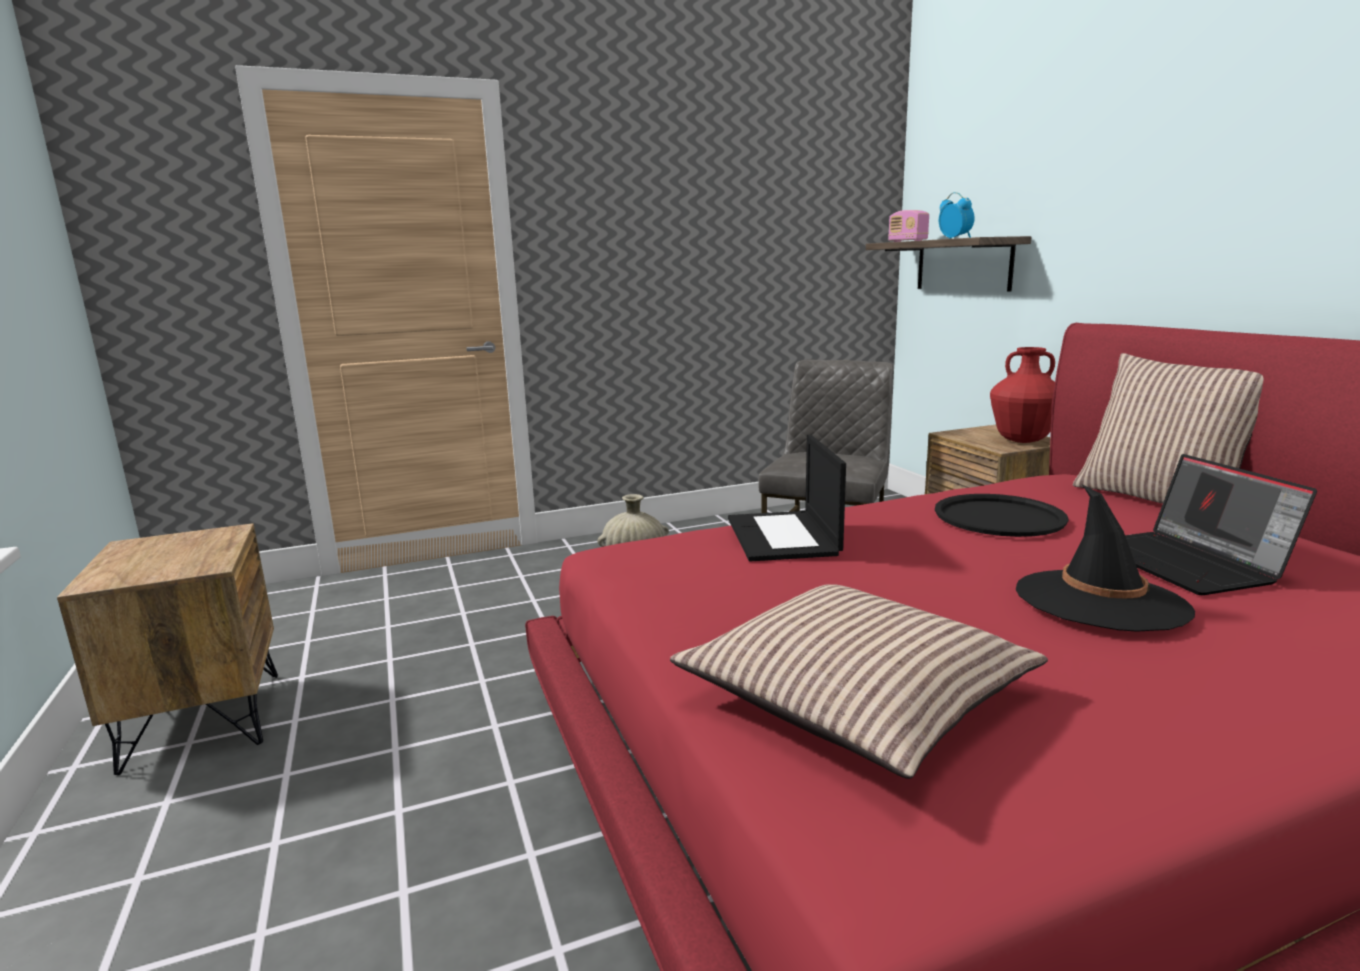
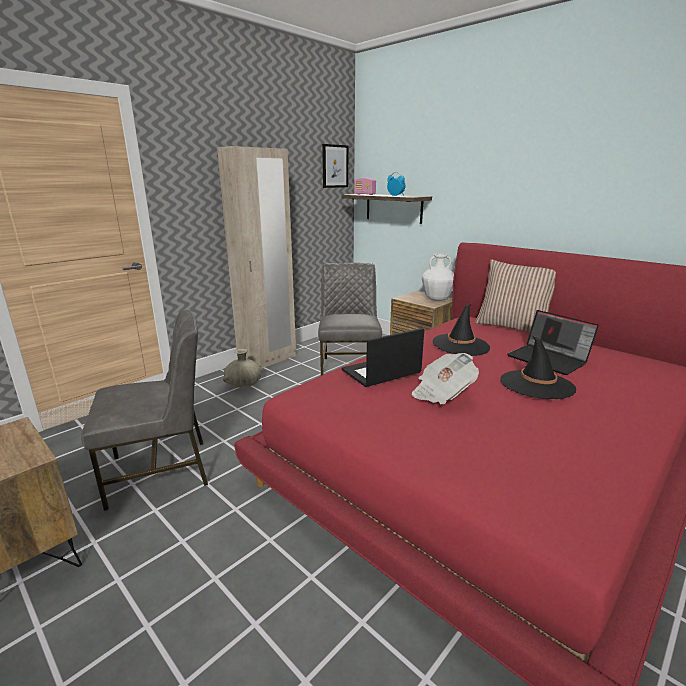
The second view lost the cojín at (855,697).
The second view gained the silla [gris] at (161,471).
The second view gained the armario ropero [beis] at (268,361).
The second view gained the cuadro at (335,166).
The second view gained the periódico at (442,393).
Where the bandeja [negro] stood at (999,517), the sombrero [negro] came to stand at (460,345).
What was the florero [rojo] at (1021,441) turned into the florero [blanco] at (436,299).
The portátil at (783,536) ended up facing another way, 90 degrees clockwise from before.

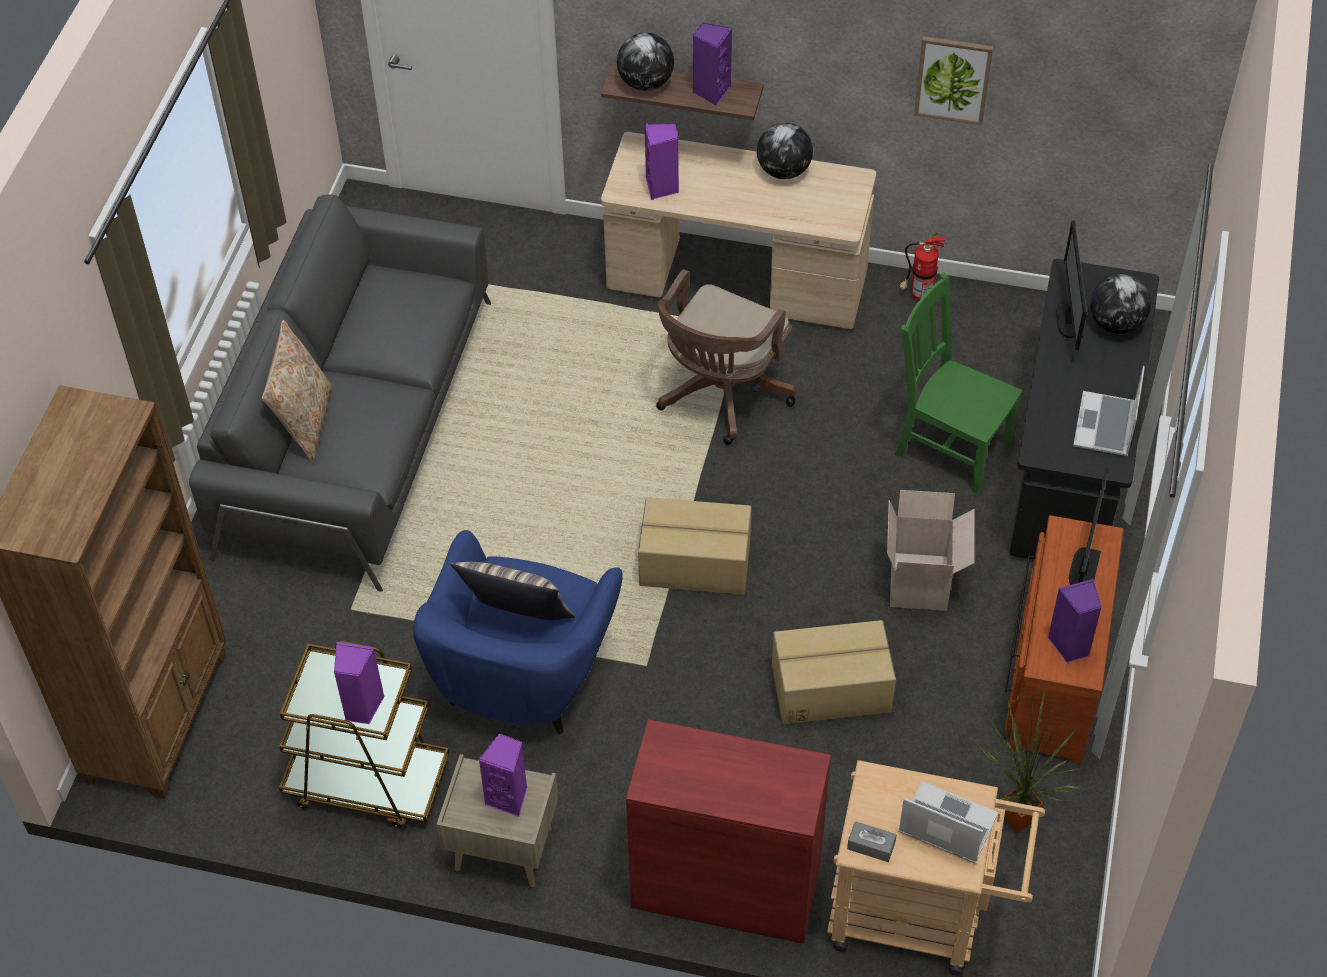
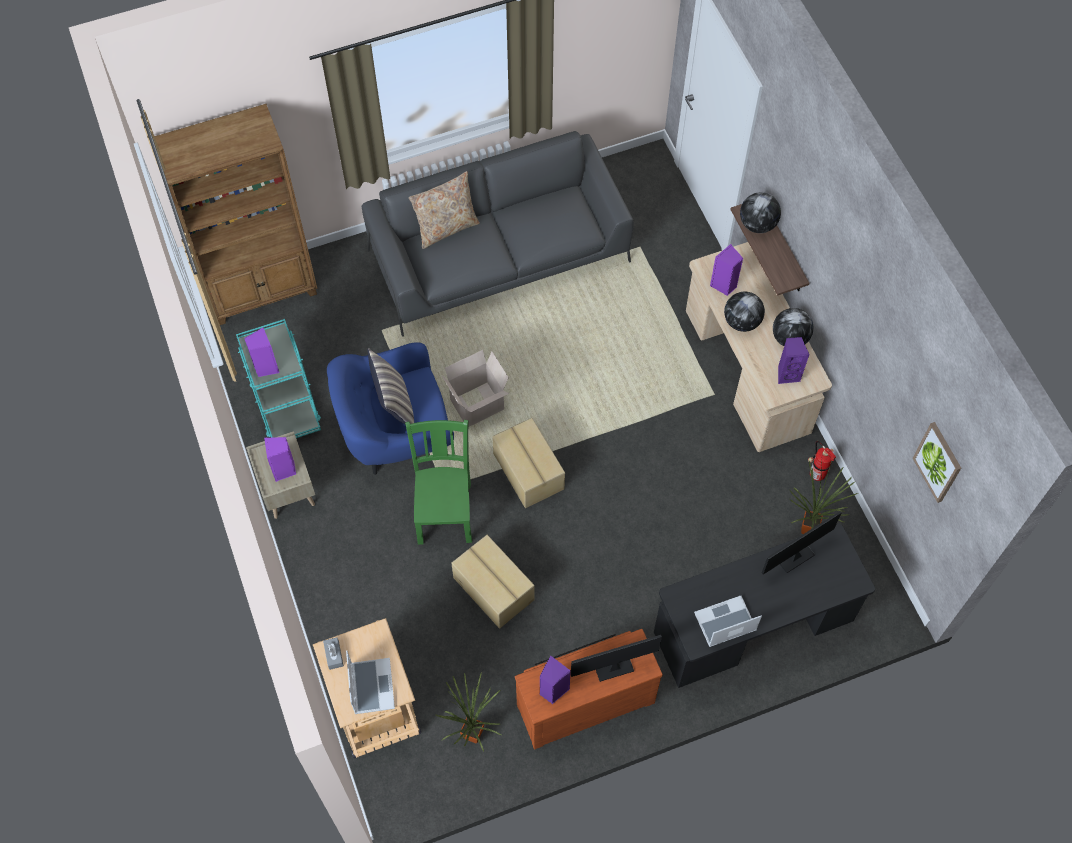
The second view lost the armario [rojo] at (726,887).
The second view lost the silla de oficina [marrón] at (720,396).
The second view gained the planta en maceta at (809,527).
The altavoz [morado] ended up elsewhere, having gone from (711,91) to (787,374).
The caja de cartón ended up elsewhere, having gone from (921,583) to (477,406).
The silla [verde] ended up elsewhere, having gone from (949,446) to (445,511).
The cuadro ended up elsewhere, having gone from (953,79) to (938,462).
The globo terráqueo ended up elsewhere, having gone from (1115,323) to (742,322).
What was the carrito [marrón] at (366,781) turned into the carrito [turquesa] at (286,404).

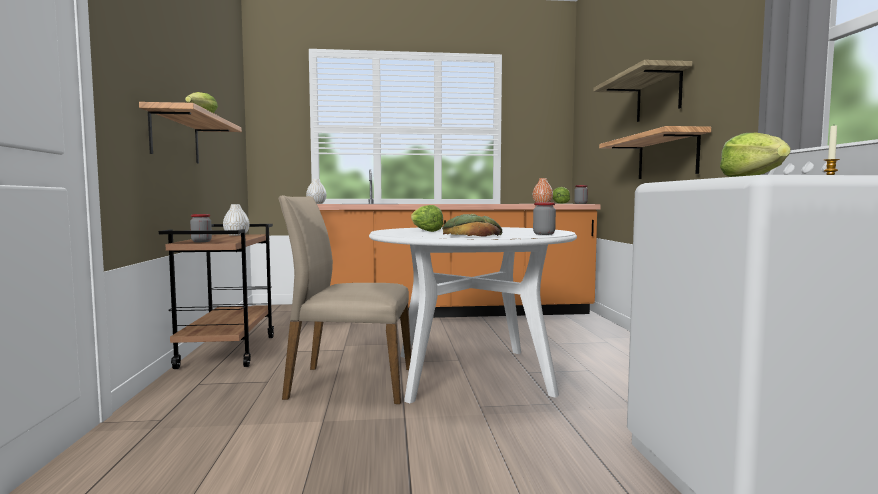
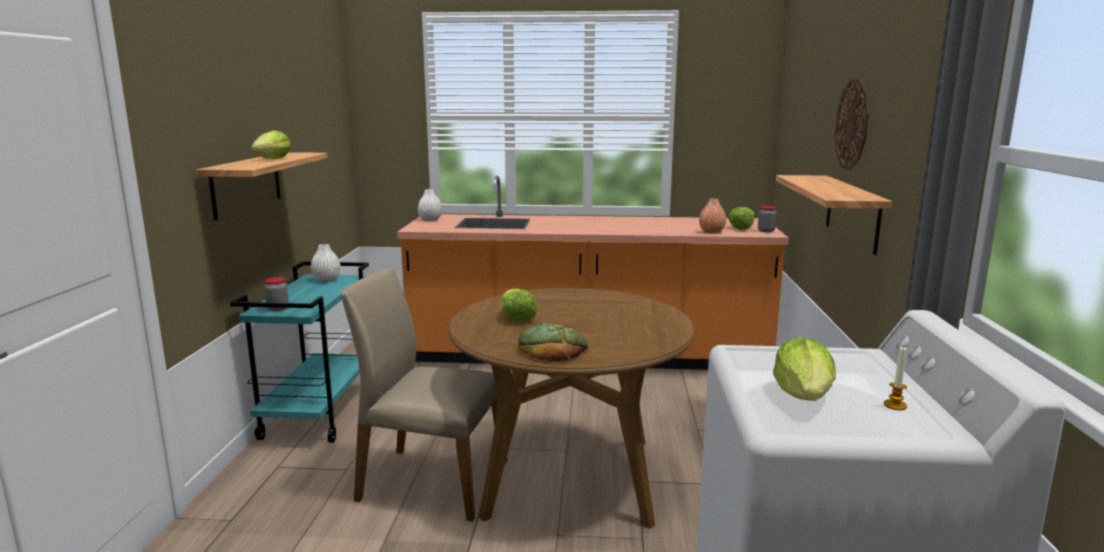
The second view lost the tarro at (544,234).
Where the estante hung at (658,95), the reloj de pared came to hang at (852,124).
What was the carrito [marrón] at (227,351) turned into the carrito [turquesa] at (319,413).
What was the mesa de comedor [blanco] at (470,373) turned into the mesa de comedor [marrón] at (570,476).

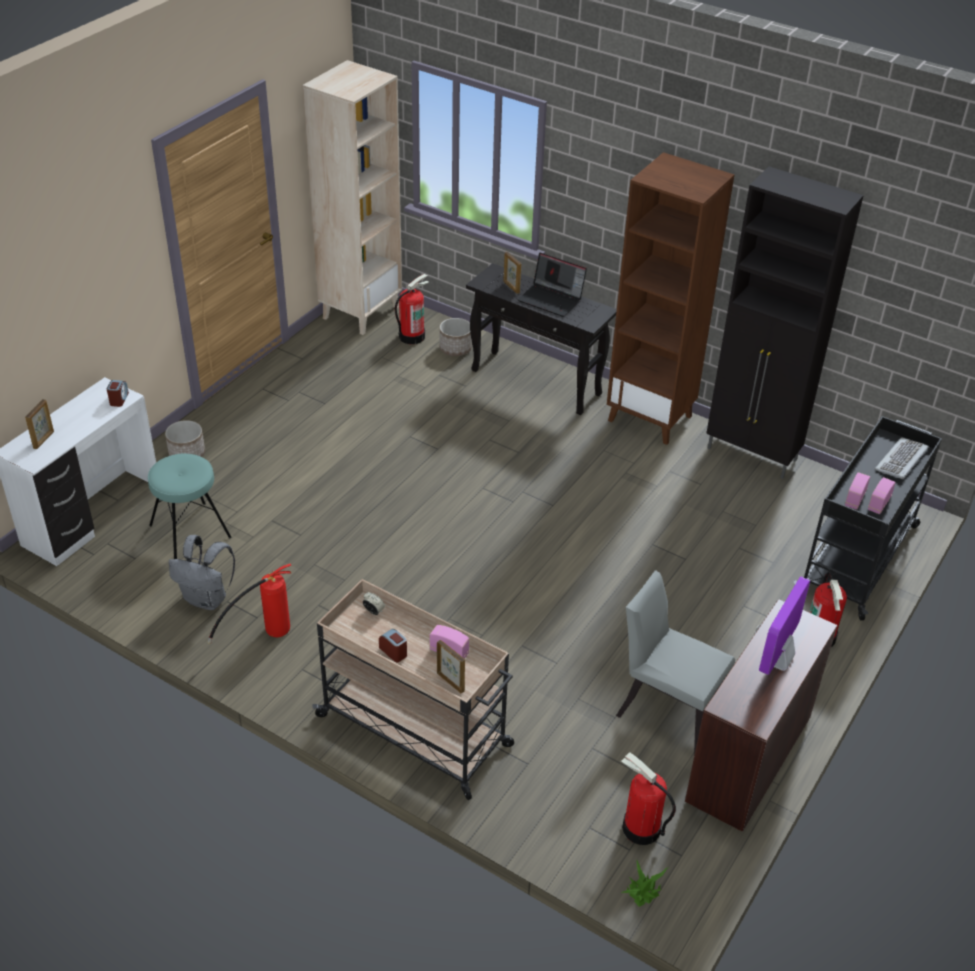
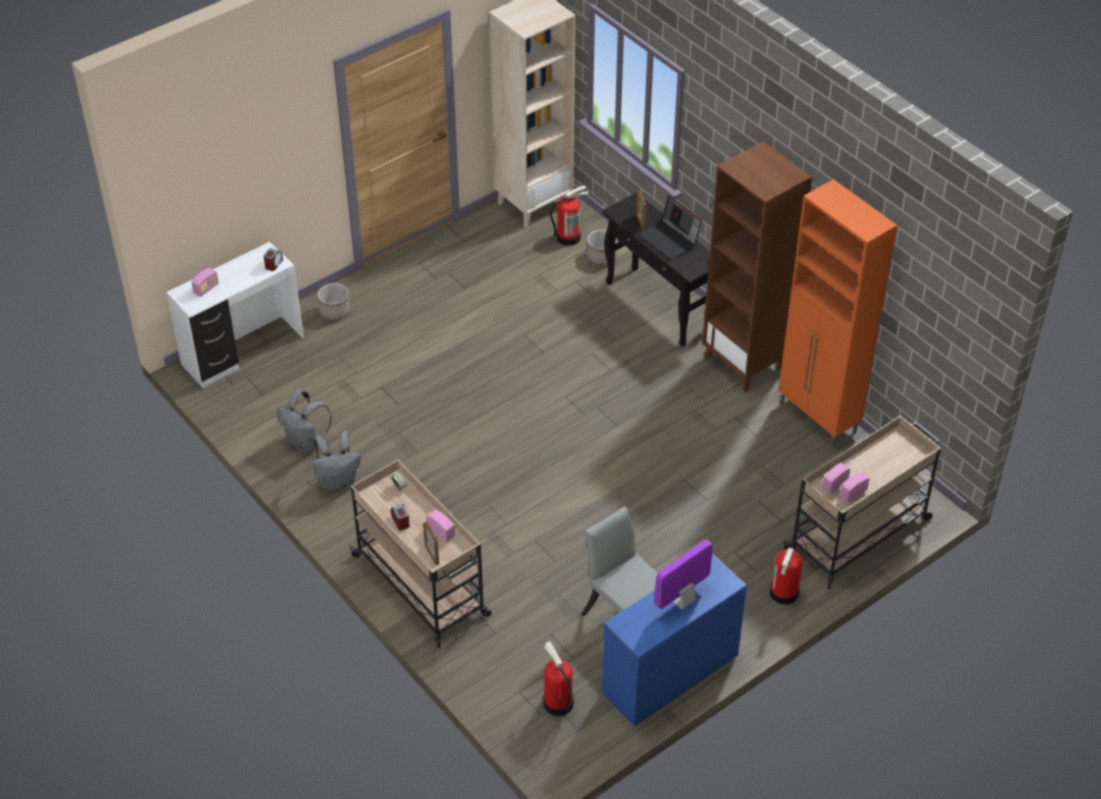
The second view lost the taburete [turquesa] at (190,531).
The second view lost the planta en maceta at (643,891).
The second view lost the teclado at (901,461).
Where the portarretratos stood at (44,440), the radio came to stand at (206,289).
Where the extintor stood at (264,635), the mochila [gris] came to stand at (338,482).
What was the escritorio [marrón] at (747,758) turned into the escritorio [azul] at (669,673).
What was the armario [negro] at (752,455) turned into the armario [naranja] at (818,419).
What was the carrito [negro] at (858,557) turned into the carrito [beis] at (859,533).

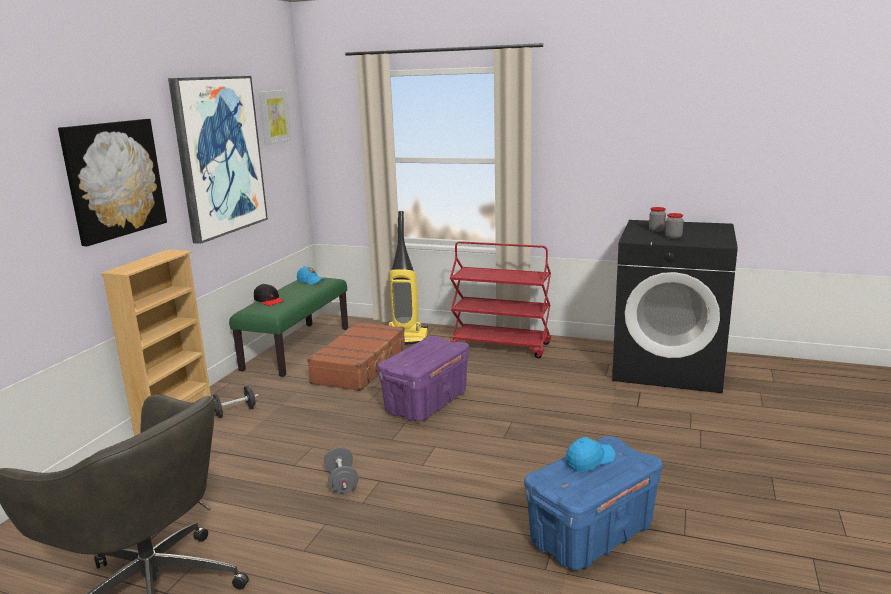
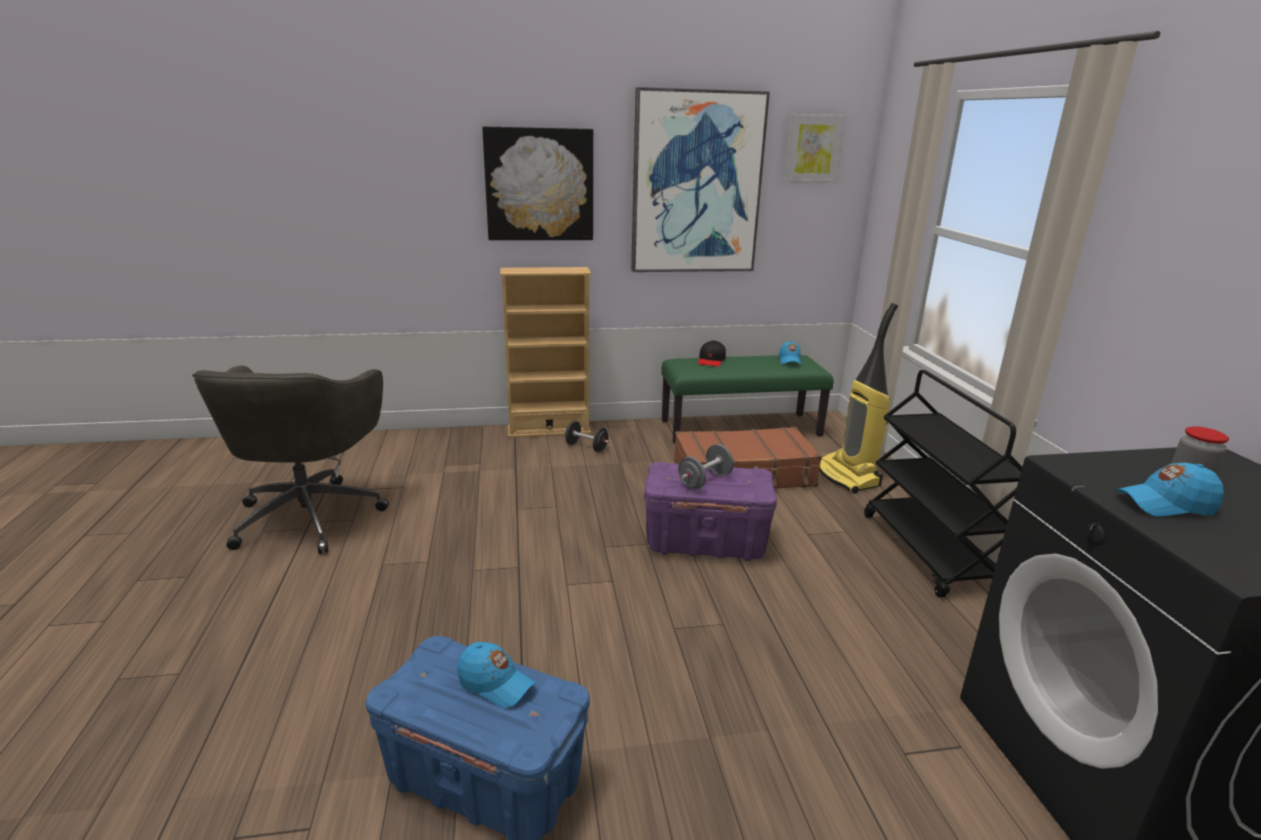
The mancuerna [gris] ended up elsewhere, having gone from (342,482) to (705,481).
Where the tarro stood at (673,237), the gorra [azul] came to stand at (1166,505).
What was the carrito [rojo] at (501,346) turned into the carrito [negro] at (929,552).

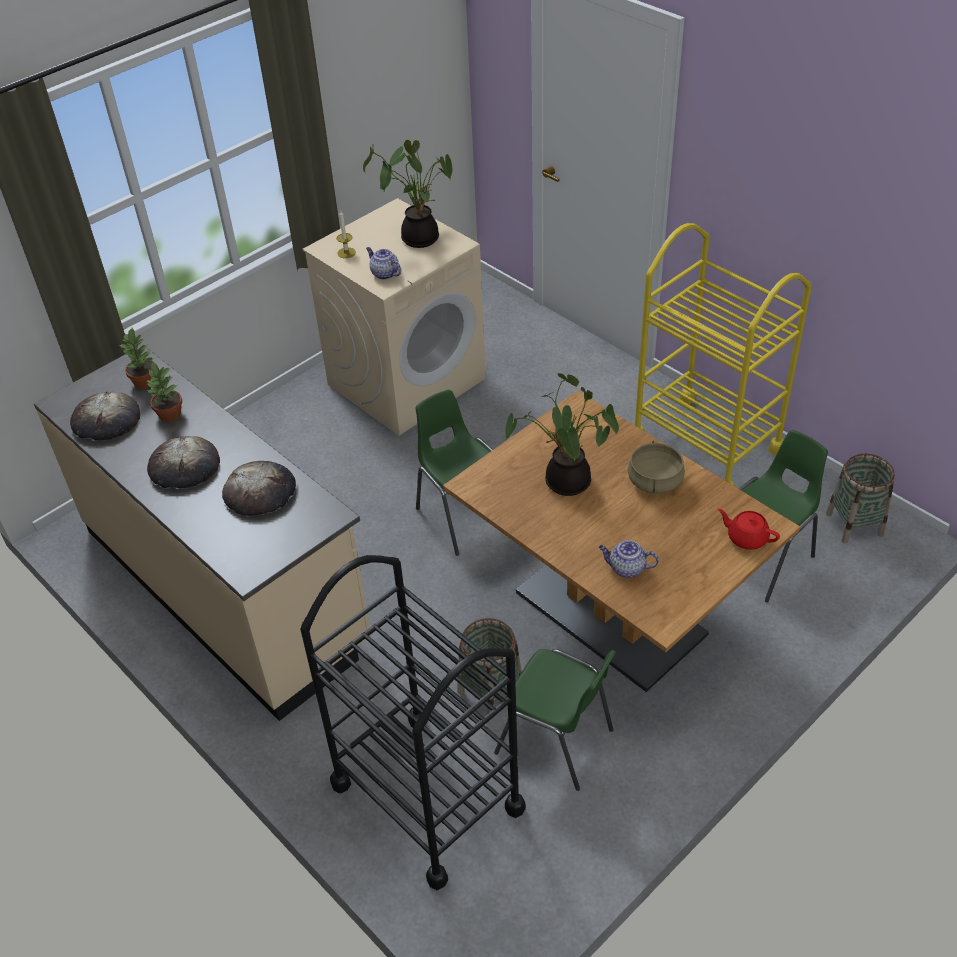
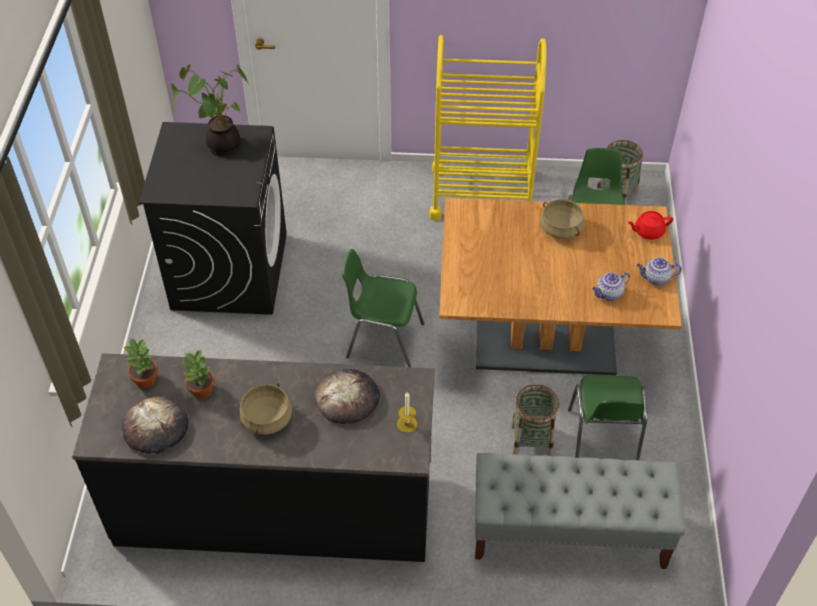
The second view lost the planta en maceta at (564,483).
The vela ended up elsewhere, having gone from (346,253) to (407,424).
The tetera ended up elsewhere, having gone from (384,273) to (655,279).
Where the pan stood at (184,467), the olla [beis] came to stand at (267,419).
Where the carrito [negro] stood at (427,797), the banco [gris] came to stand at (568,532).
What was the mueble bajo de cocina [beis] at (226,586) turned into the mueble bajo de cocina [negro] at (275,504).
What was the lavadora [beis] at (407,381) turned into the lavadora [negro] at (229,270).
The silla [verde] at (557,742) ended up facing another way, 105 degrees clockwise from before.

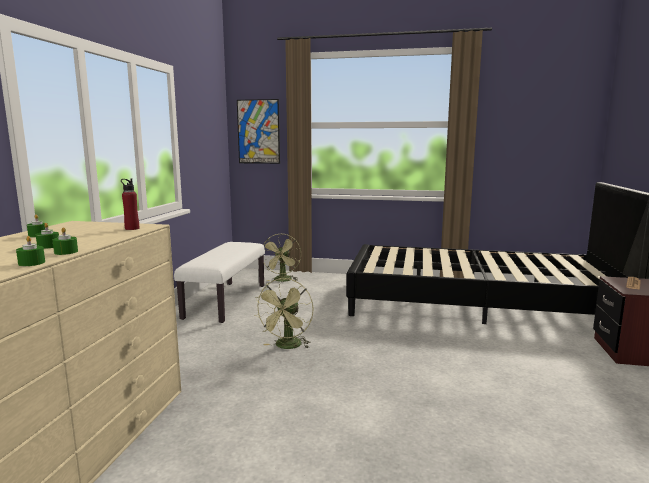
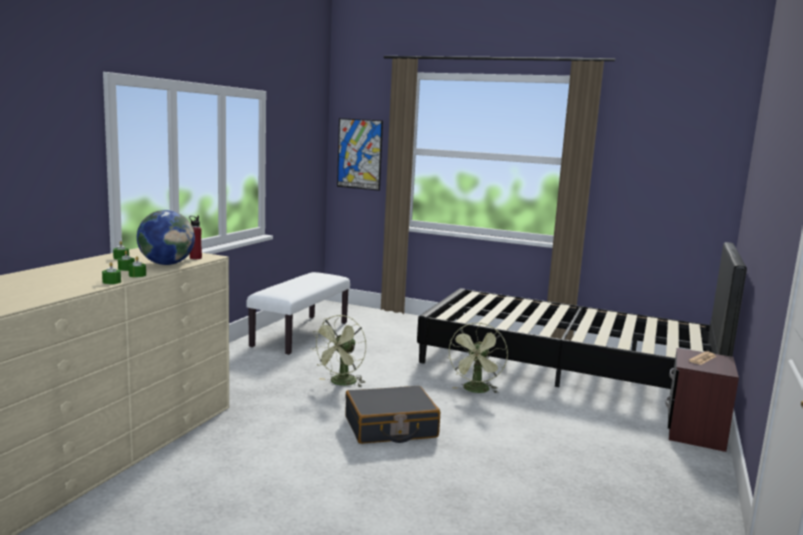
The second view gained the globo terráqueo at (166,264).
The second view gained the maleta [negro] at (390,427).
The ventilador [verde] ended up elsewhere, having gone from (282,280) to (476,391).

